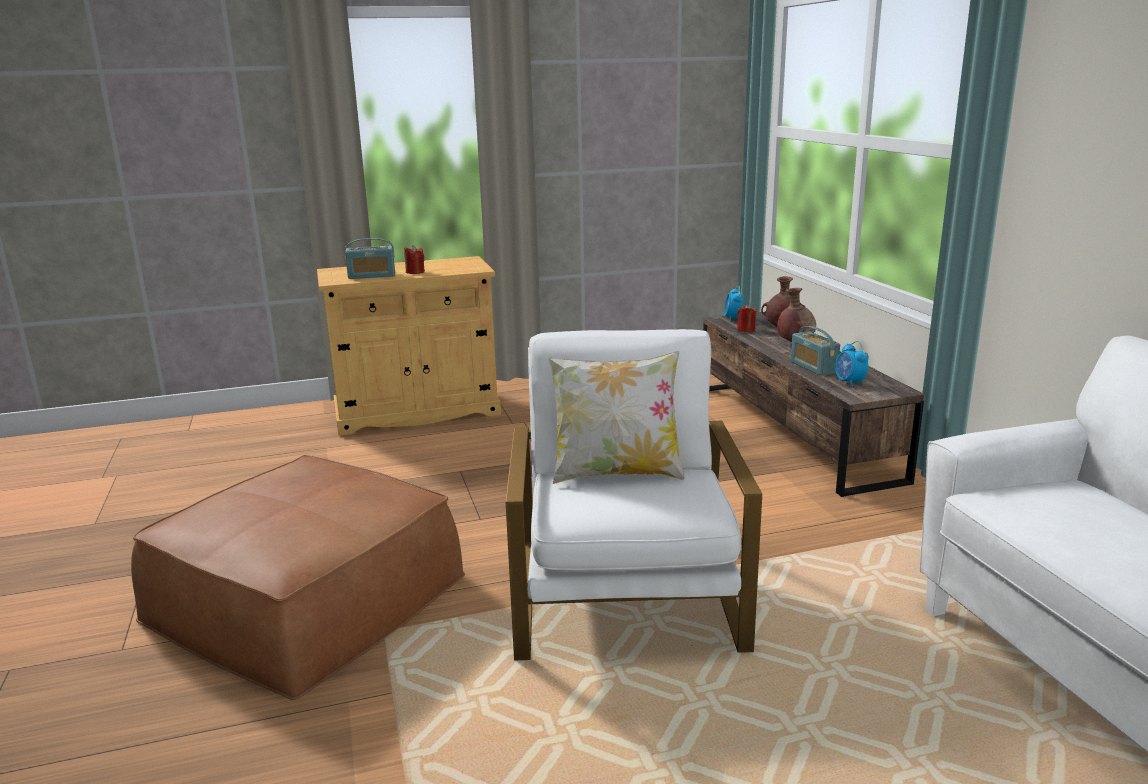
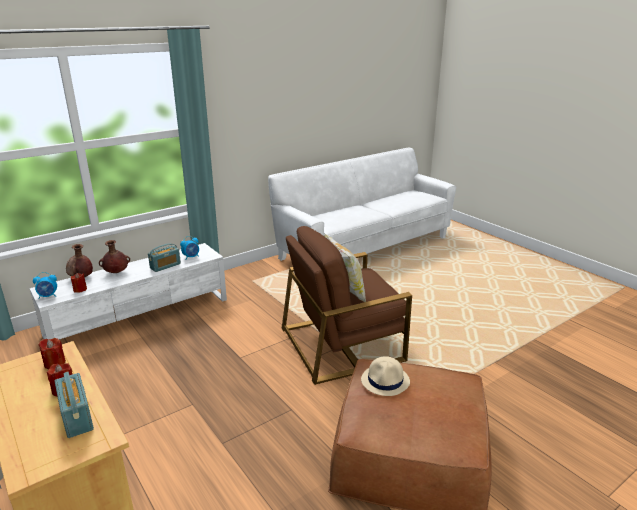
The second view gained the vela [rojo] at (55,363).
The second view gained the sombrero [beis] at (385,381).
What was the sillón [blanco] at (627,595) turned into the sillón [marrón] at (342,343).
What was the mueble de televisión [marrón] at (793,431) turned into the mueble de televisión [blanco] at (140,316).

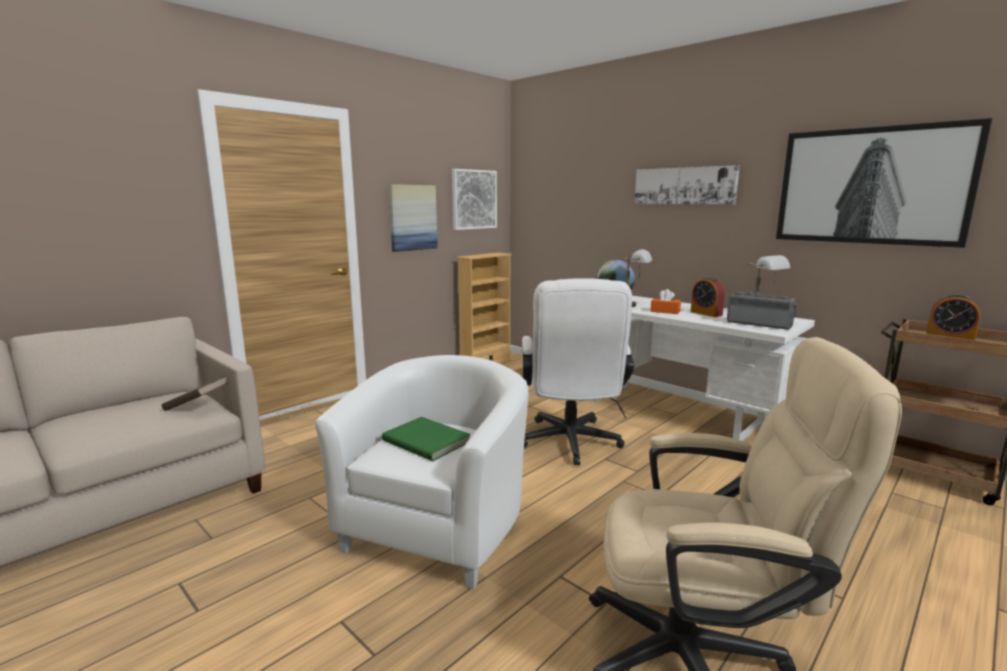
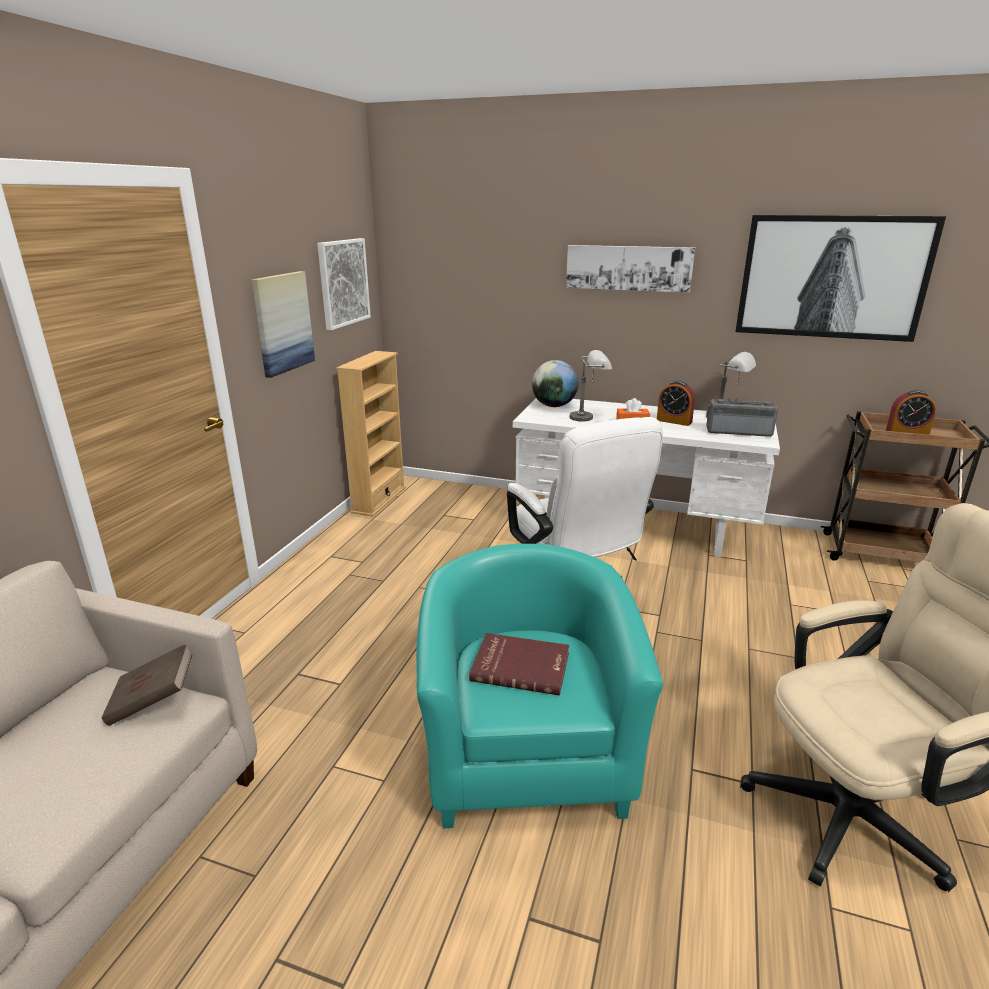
What was the sillón [blanco] at (439,528) turned into the sillón [turquesa] at (527,754).
What was the libro [verde] at (427,441) turned into the libro [rojo] at (521,666).

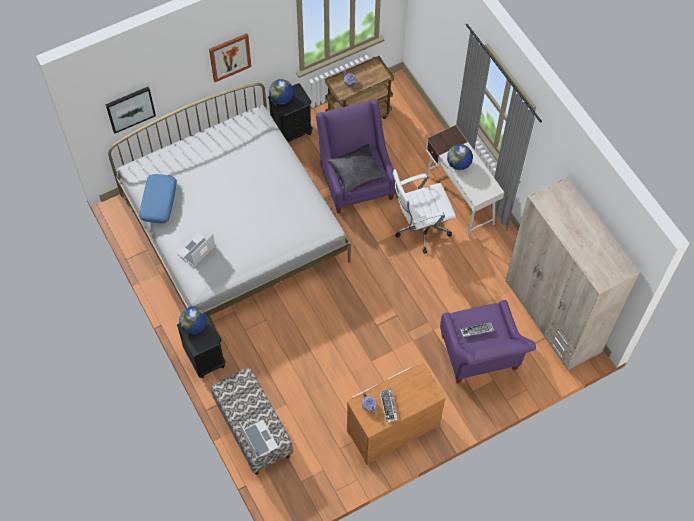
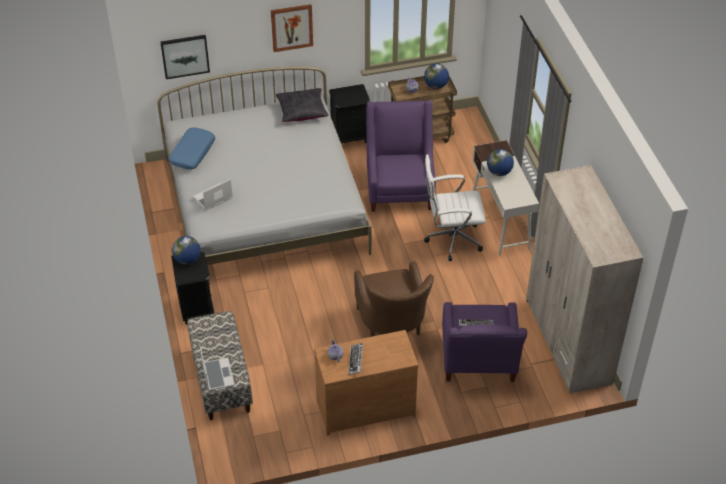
The second view gained the sillón [marrón] at (392,329).
The globo terráqueo ended up elsewhere, having gone from (281,99) to (436,86).
The cojín [negro] ended up elsewhere, having gone from (357,172) to (302,111).

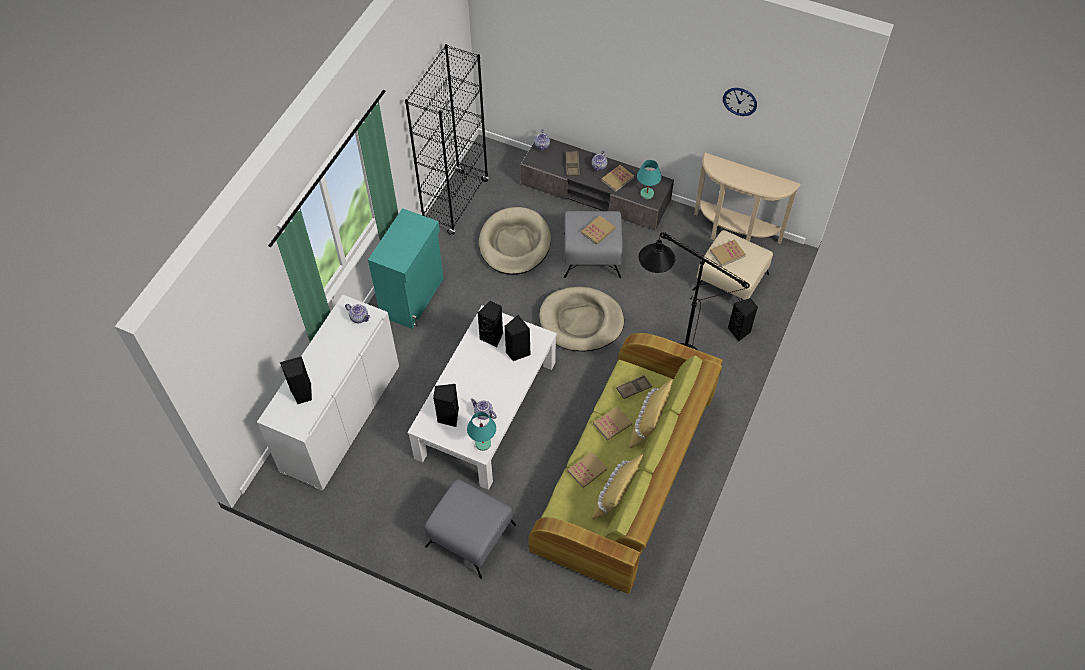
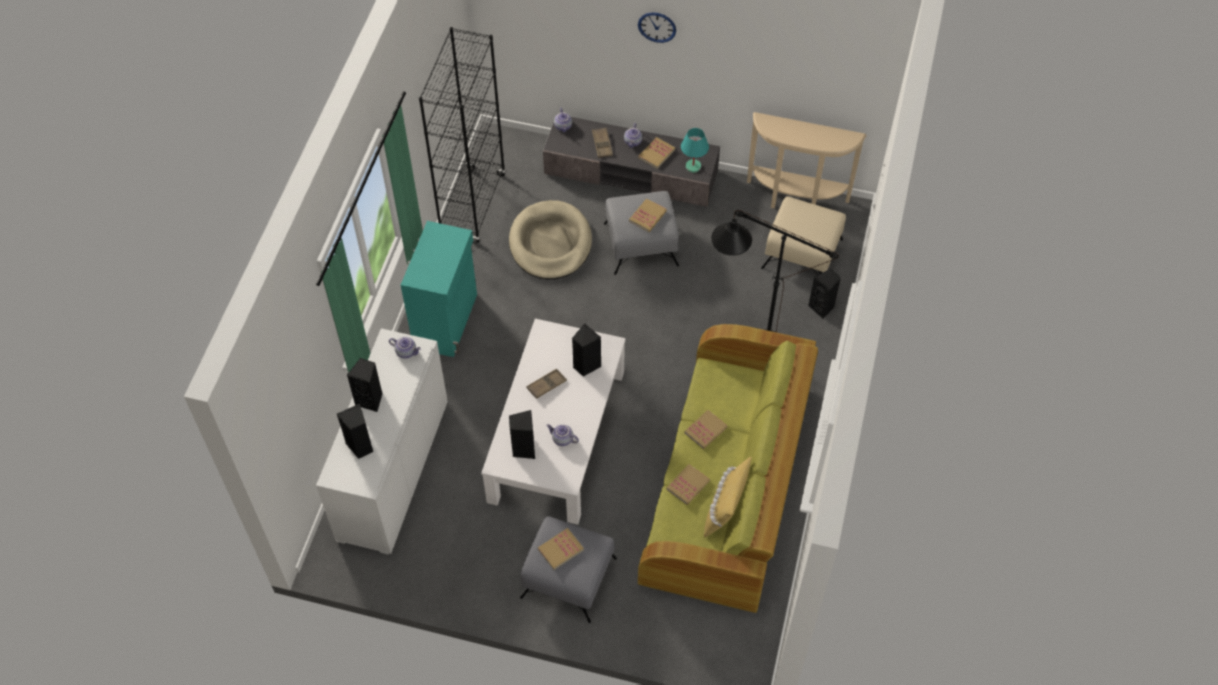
The second view lost the lámpara de mesa [turquesa] at (482,443).
The second view lost the cama para perro [beis] at (581,321).
The second view lost the cojín [amarillo] at (648,427).
The altavoz [negro] ended up elsewhere, having gone from (492,337) to (370,400).
The bandeja [marrón] ended up elsewhere, having gone from (633,388) to (546,385).
The libro ended up elsewhere, having gone from (727,254) to (560,549).
The reloj de pared ended up elsewhere, having gone from (740,101) to (657,27).

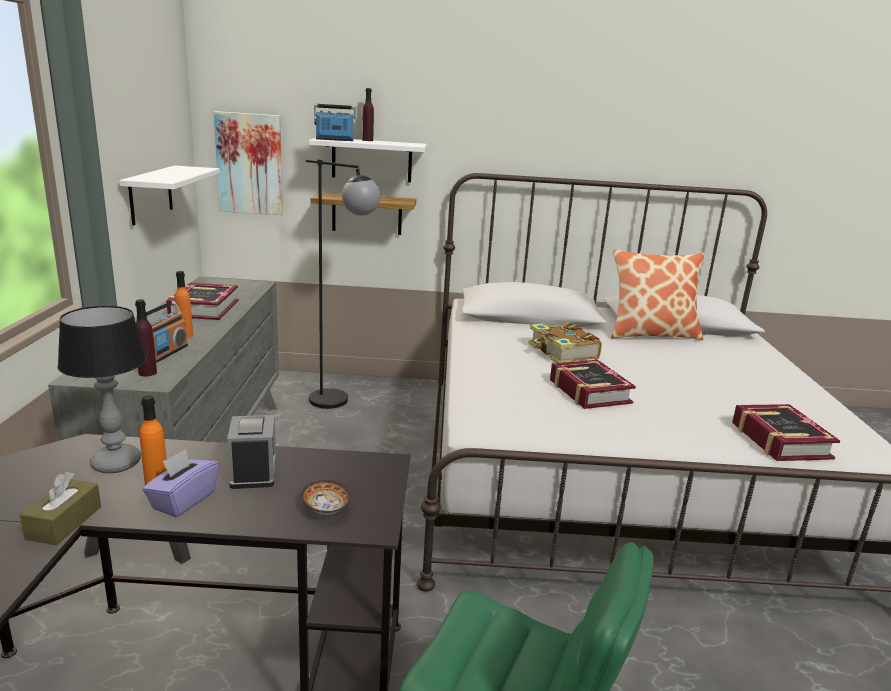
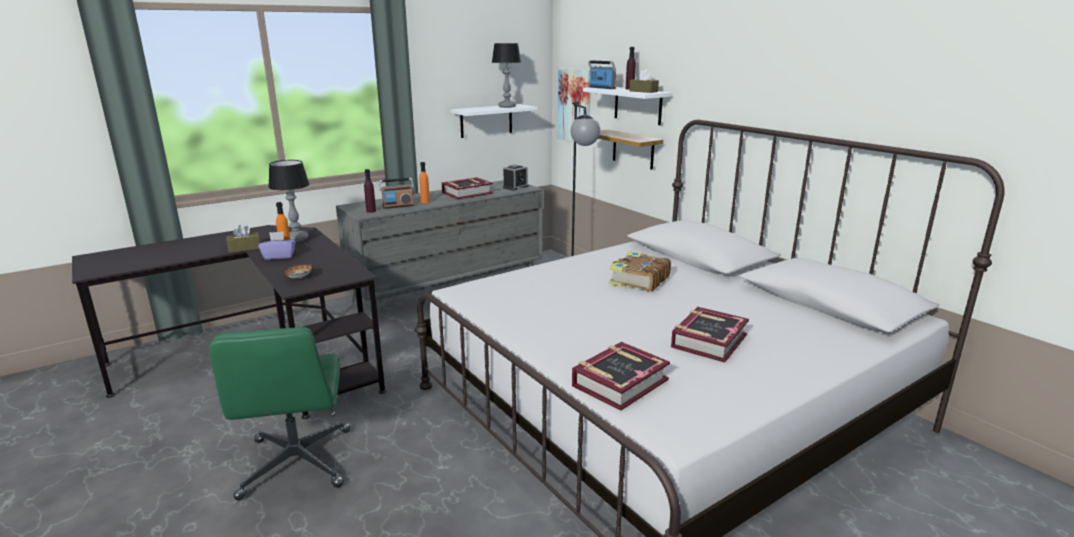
The second view lost the cojín at (651,334).
The second view gained the lámpara de mesa at (507,107).
The second view gained the caja de pañuelos [marrón] at (643,91).
The despertador ended up elsewhere, having gone from (253,472) to (515,187).
The libro ended up elsewhere, having gone from (589,391) to (708,341).

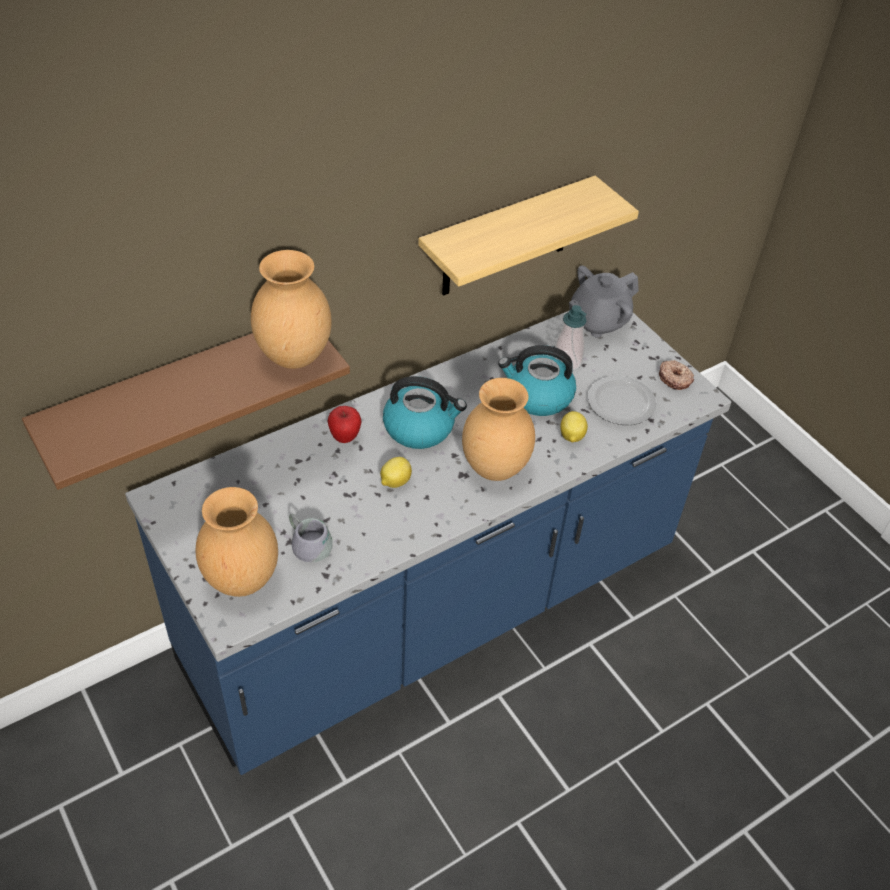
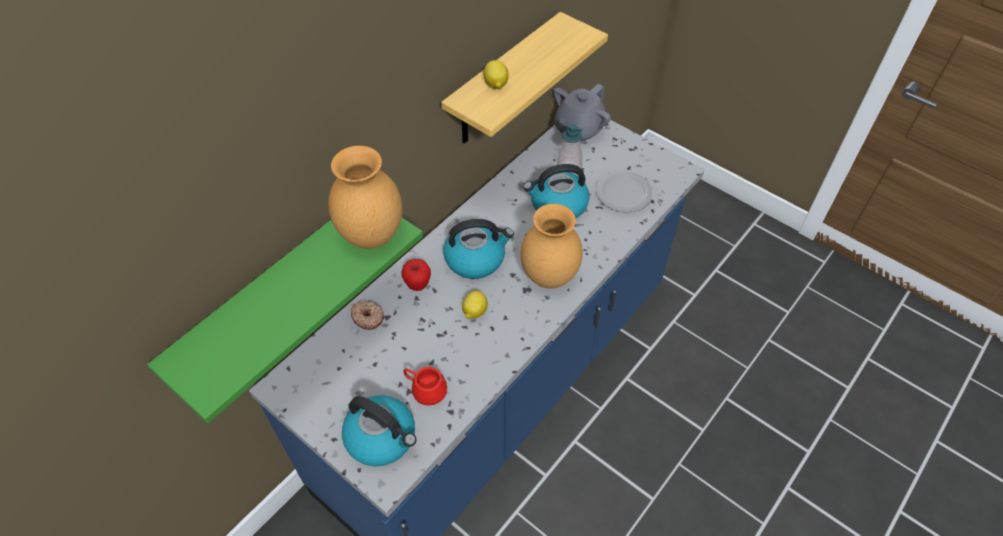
The limón ended up elsewhere, having gone from (571,436) to (495,85).
The rosquilla ended up elsewhere, having gone from (675,378) to (368,317).
Where the florero [marrón] stood at (242,579), the hervidor came to stand at (382,438).
What was the estante [marrón] at (178,394) turned into the estante [verde] at (275,295).
What was the taza grande [gris] at (311,541) turned into the taza grande [rojo] at (427,385).

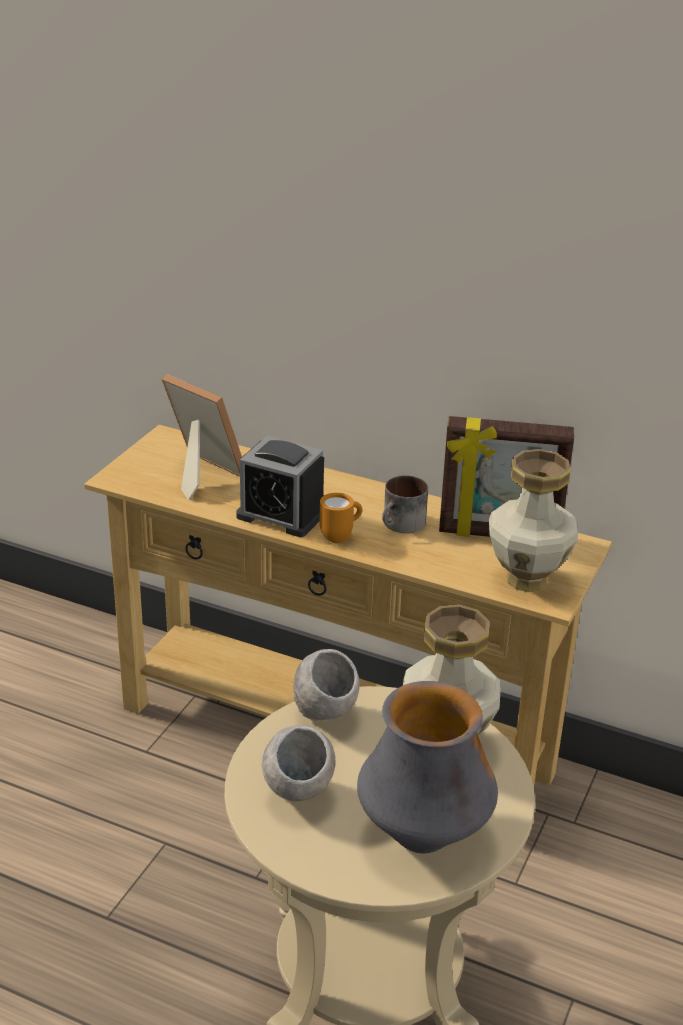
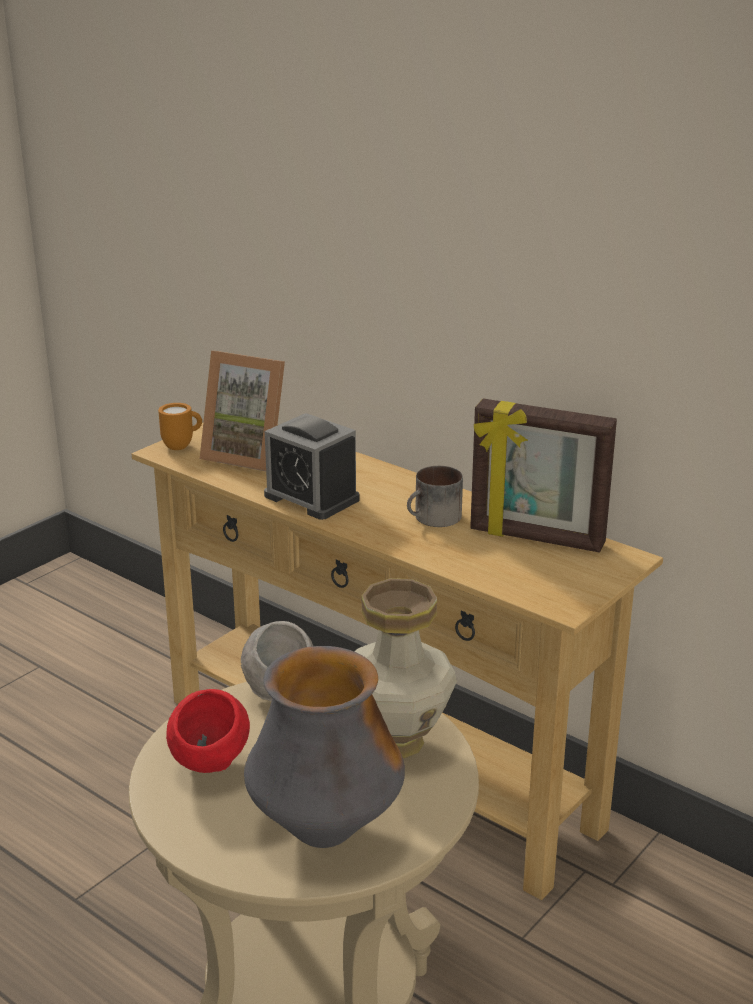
The second view lost the florero at (526,579).
The taza grande [naranja] ended up elsewhere, having gone from (340,537) to (182,446).
What was the cuenco [gris] at (298,796) turned into the cuenco [rojo] at (211,770).
The portarretratos at (199,474) ended up facing another way, 150 degrees clockwise from before.

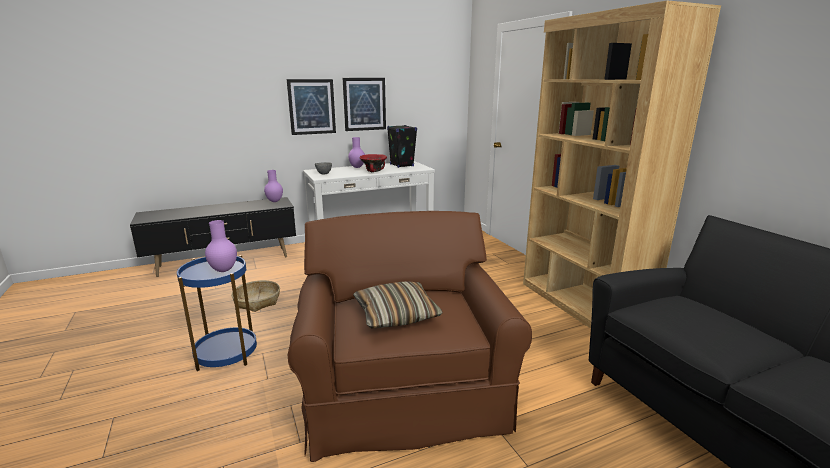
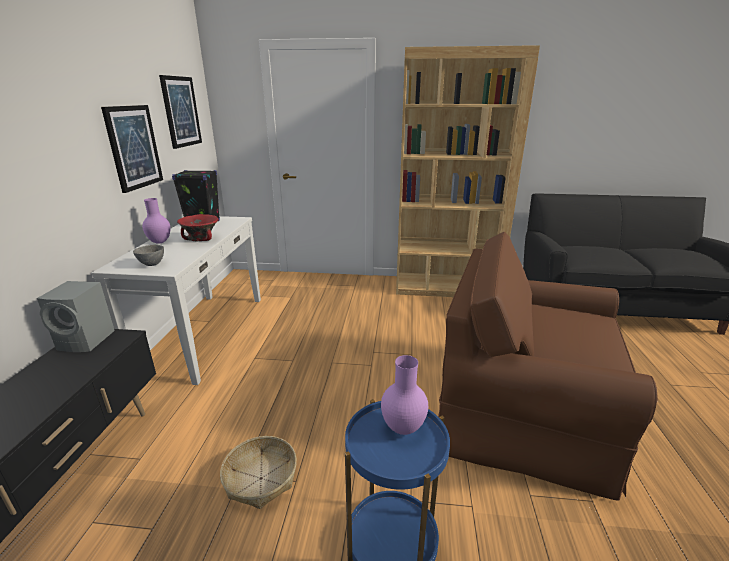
The second view lost the cojín at (396,314).
The cuadro ended up elsewhere, having gone from (311,107) to (181,112).
Where the florero [morado] stood at (275,201), the altavoz [gris] came to stand at (87,341).

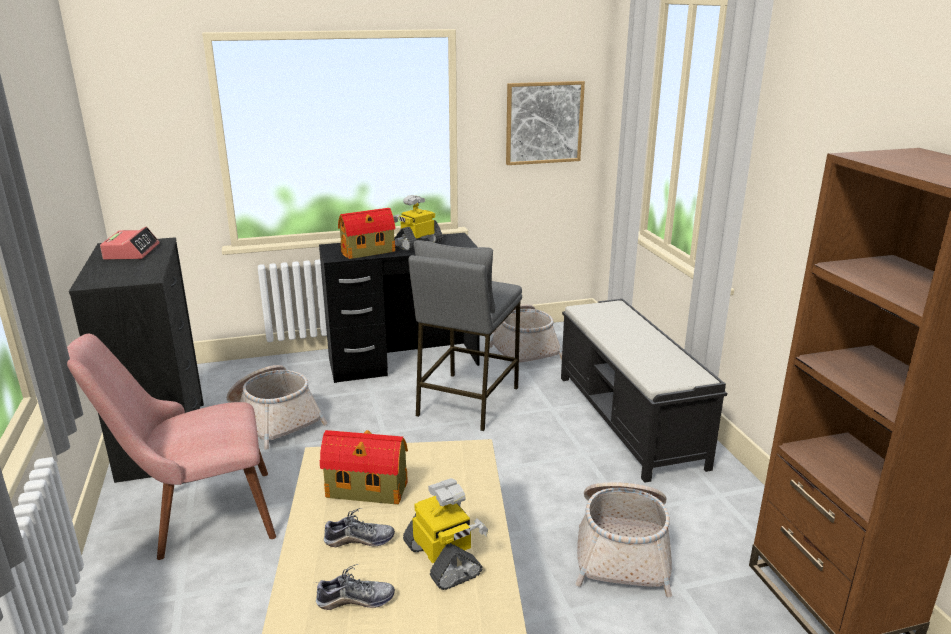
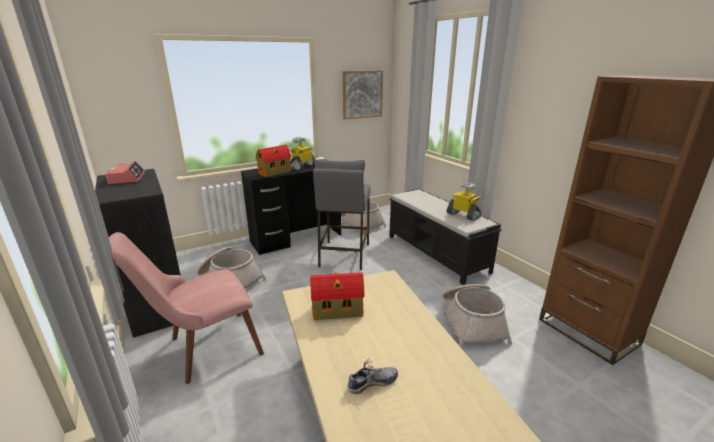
The second view lost the zapato at (359,540).
The robot de juguete ended up elsewhere, having gone from (444,560) to (464,215).

